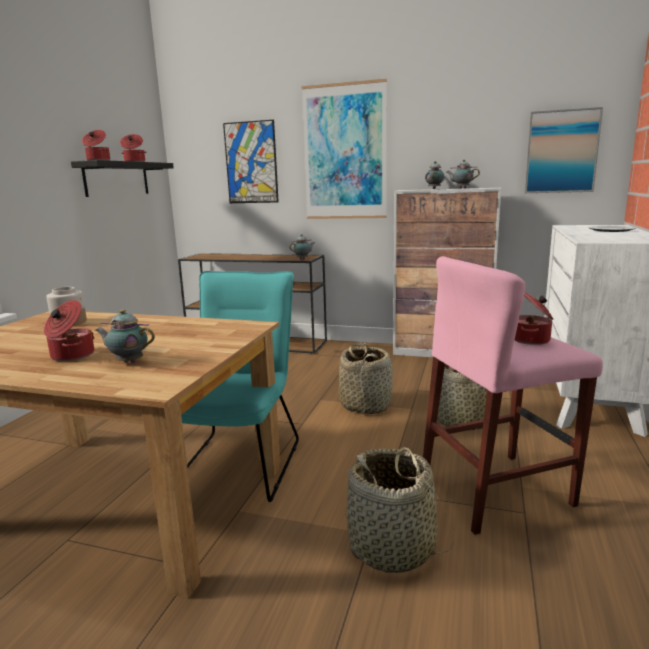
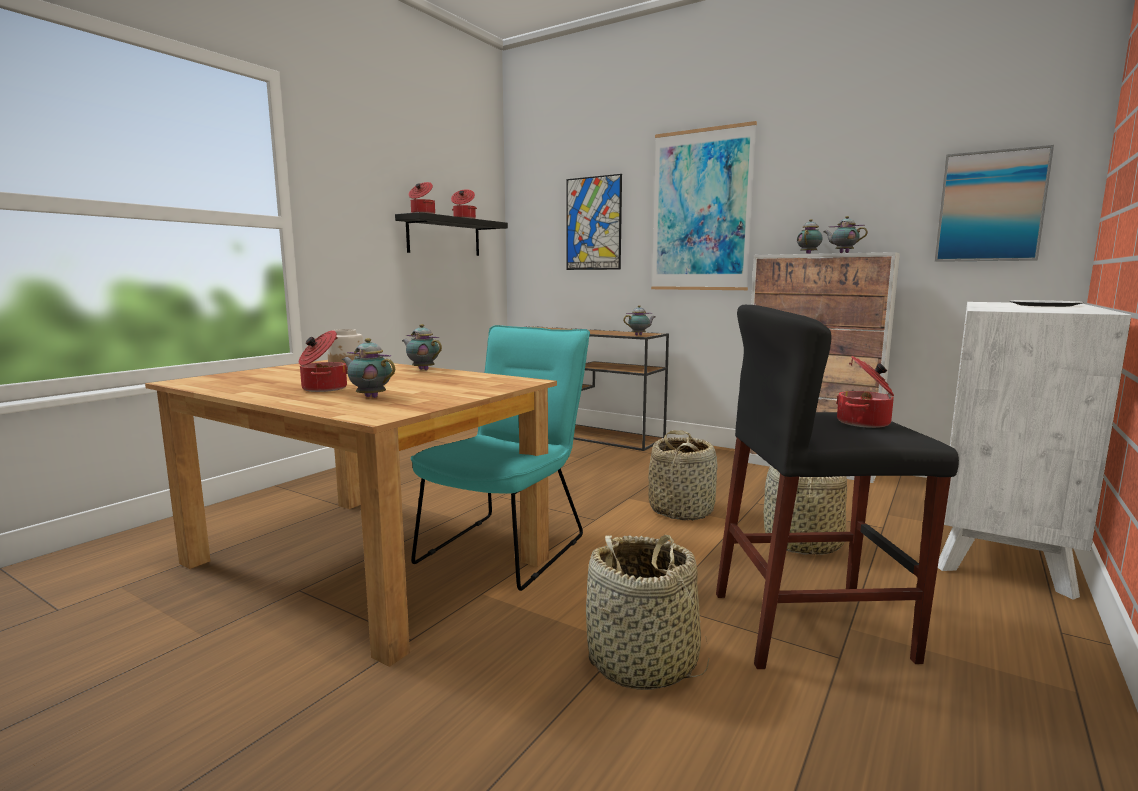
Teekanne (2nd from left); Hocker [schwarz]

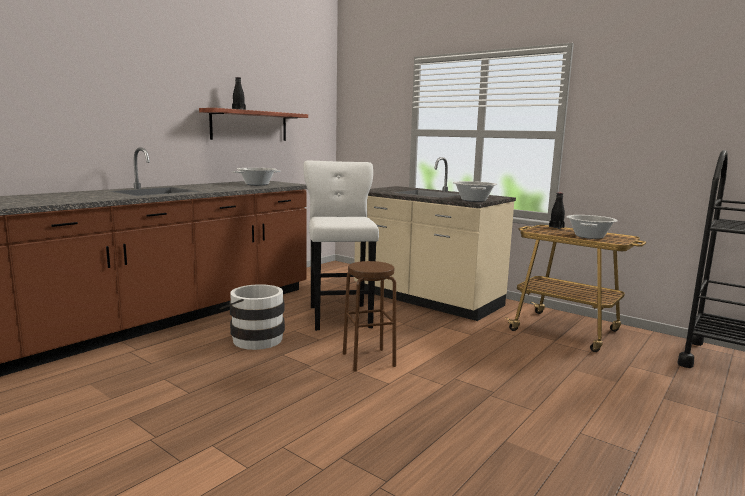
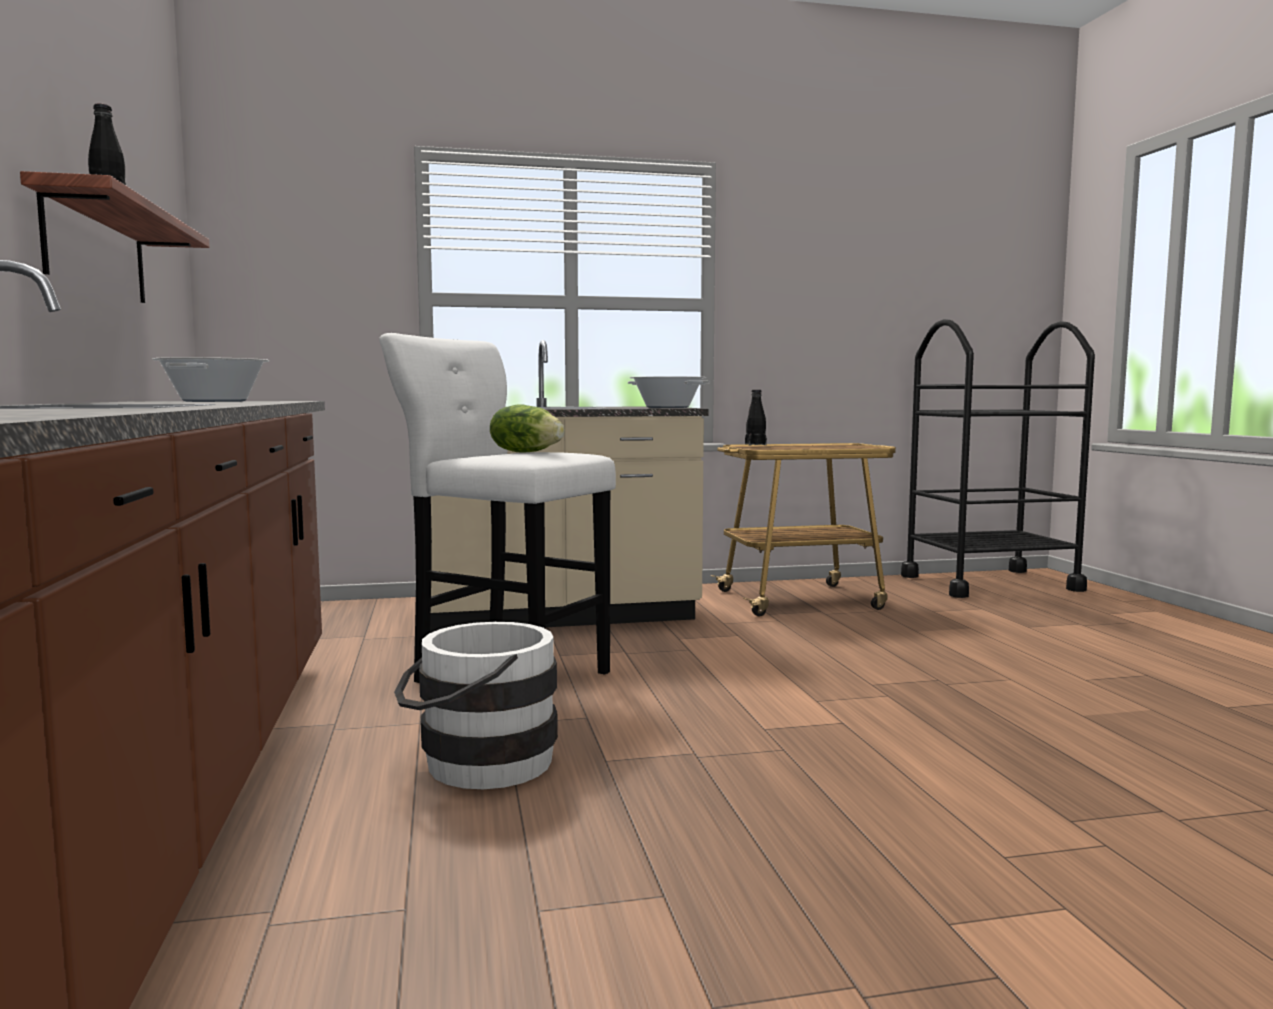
Salatkopf; Hocker [braun]; Kochtopf (3rd from left in the first image)

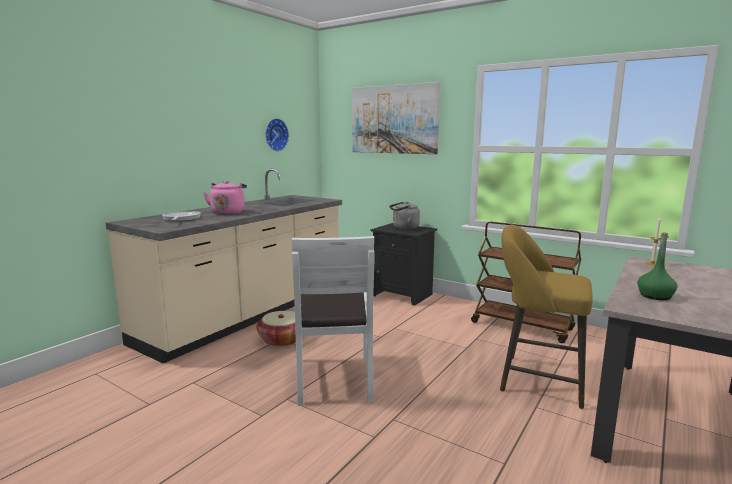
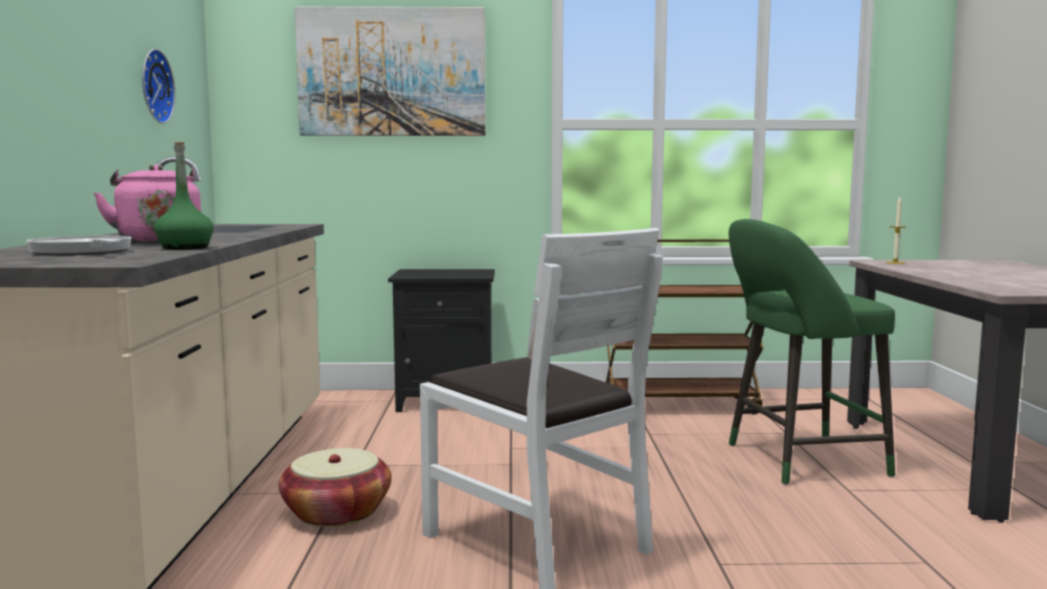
Flasche [grün]; Hocker [grün]; Wasserkessel [grau]

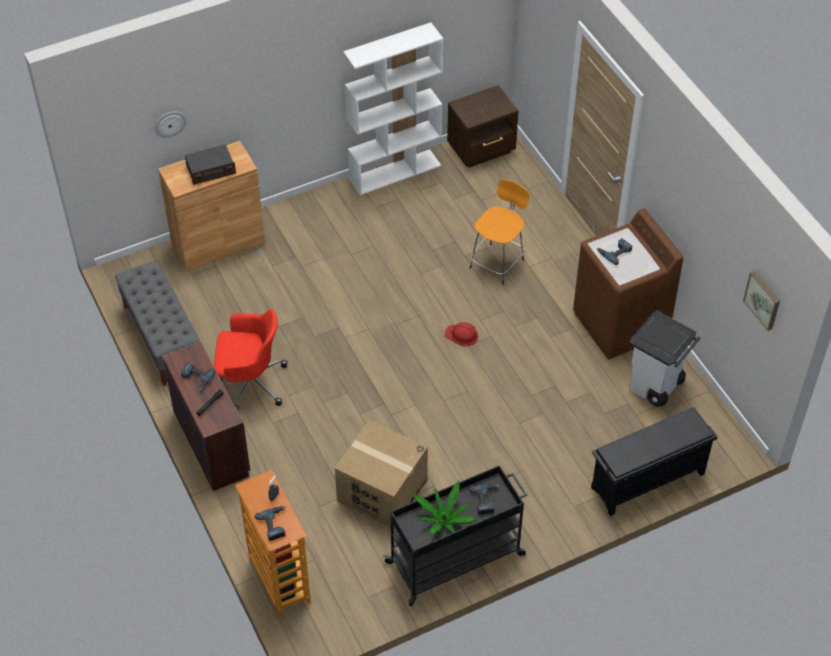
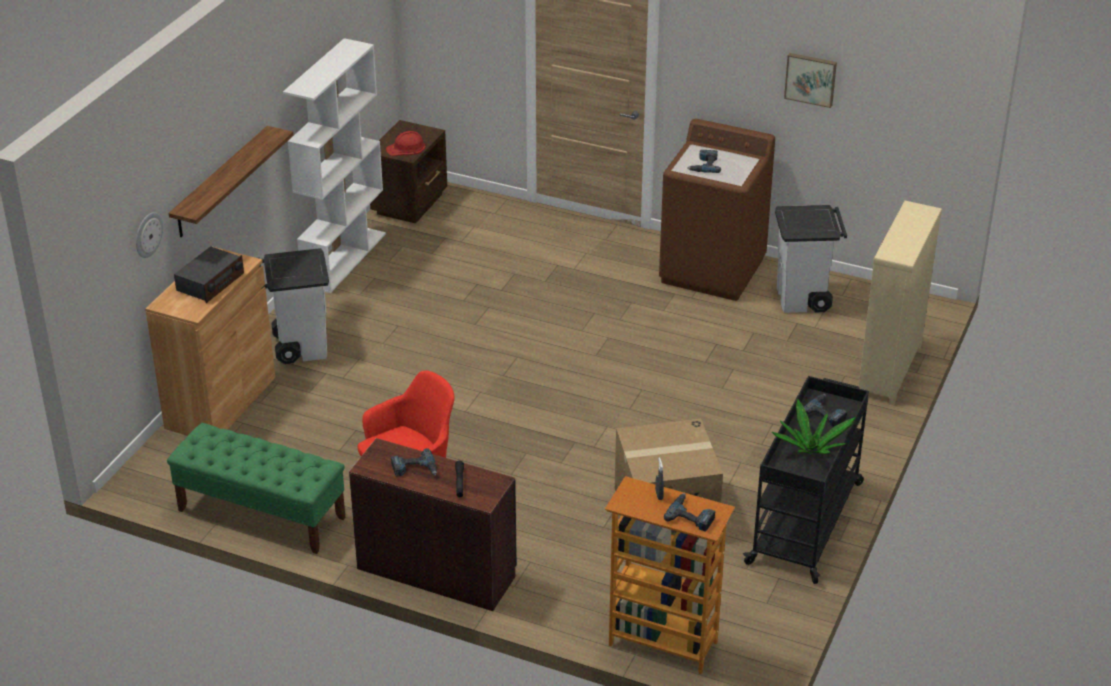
Bank [grün]; Wandregal; Mülleimer [weiß] (1st from left); Schutzhelm [rot]; Bild; Kommode [beige]; Hocker [orange]

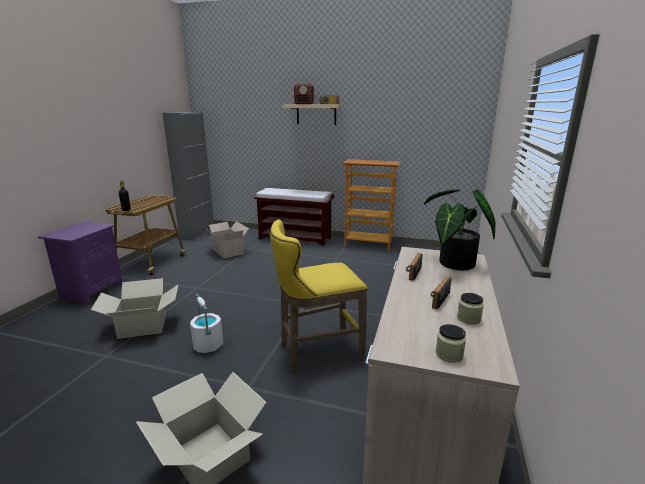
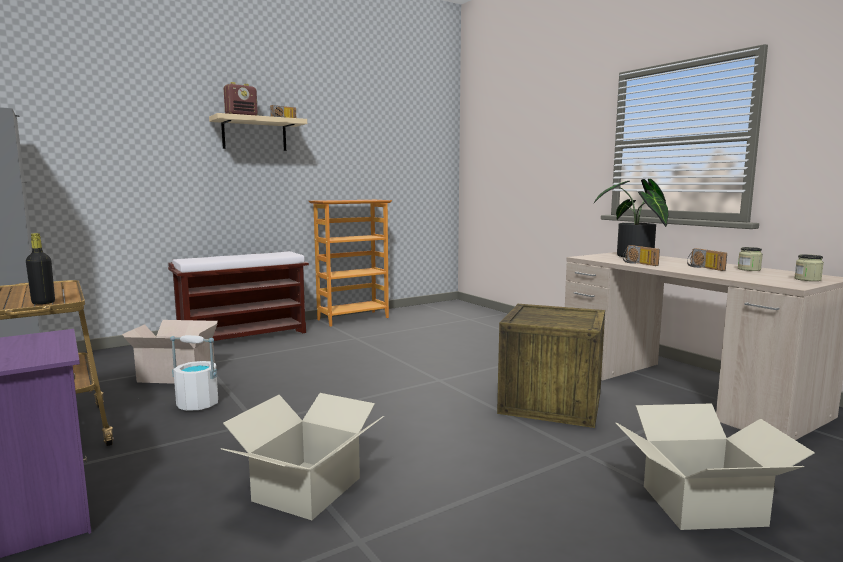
Eimer [weiß]; Kiste

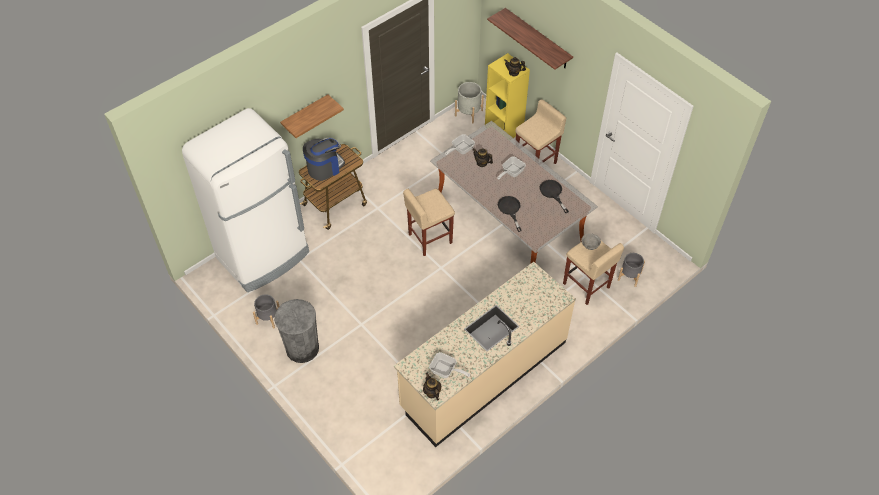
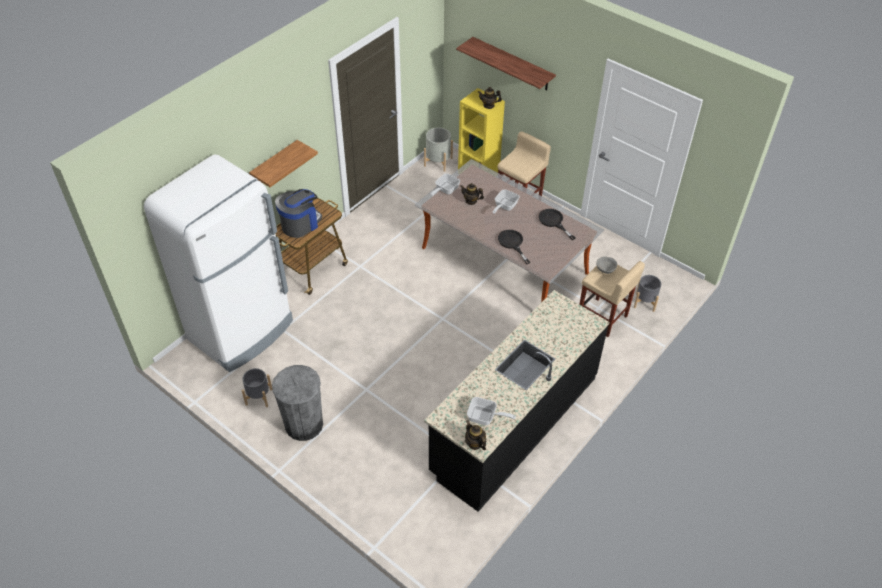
Küchenzeile [schwarz]; Hocker [beige] (1st from left in the first image)

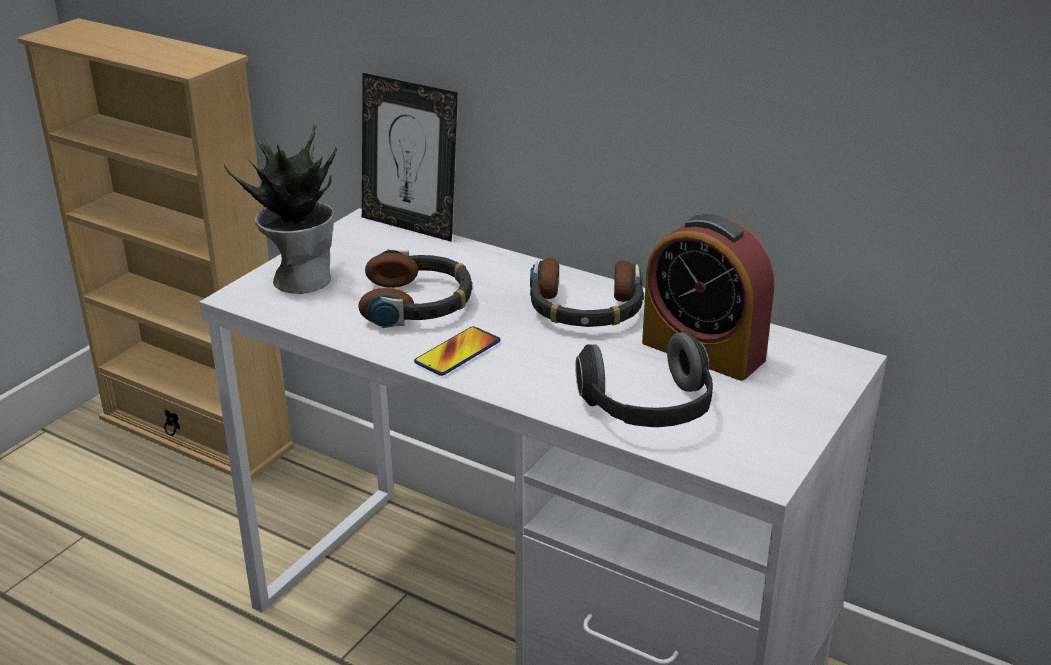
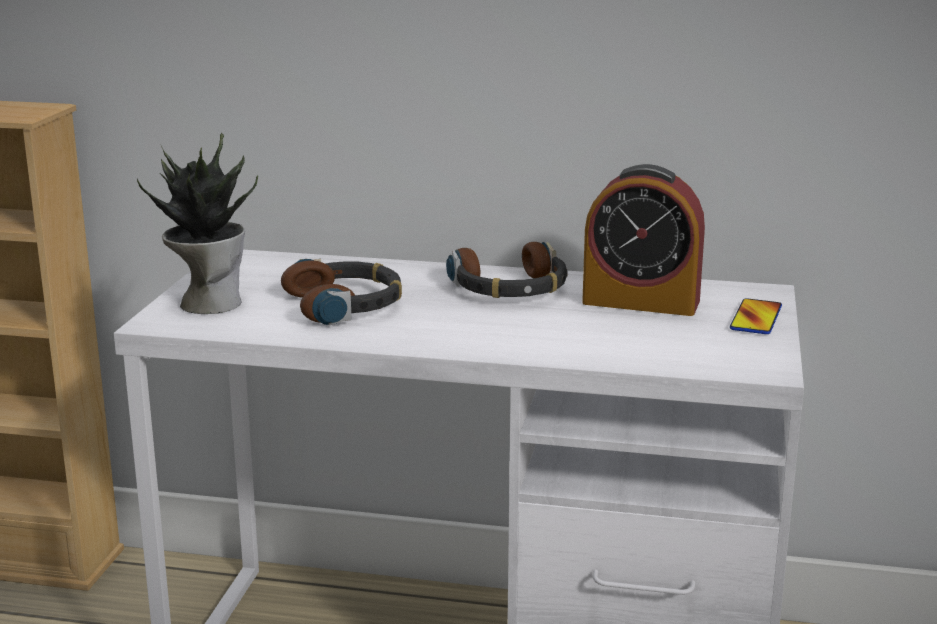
Handy; Bilderrahmen; Kopfhörer (3rd from left in the first image)

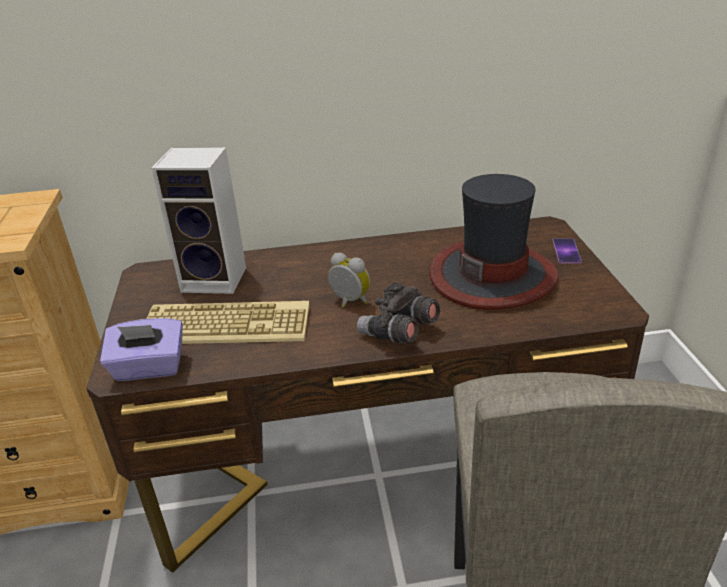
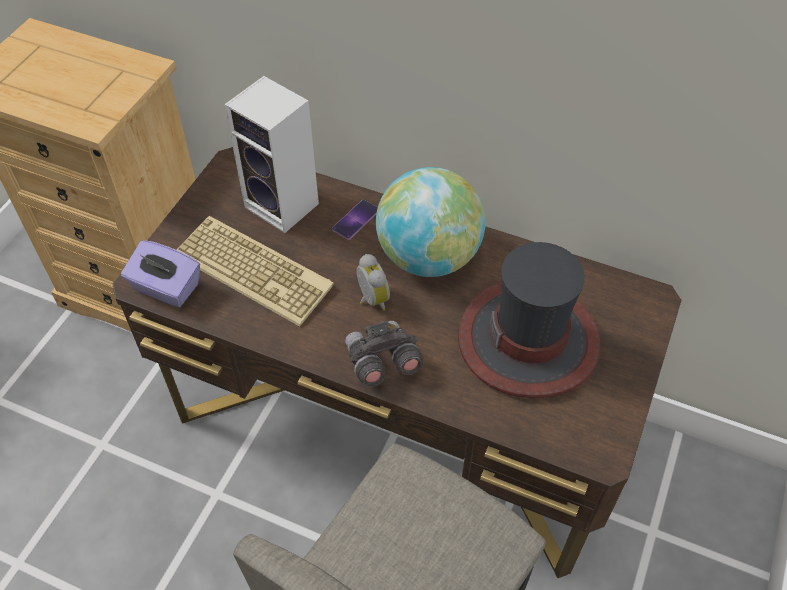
Handy; Globus

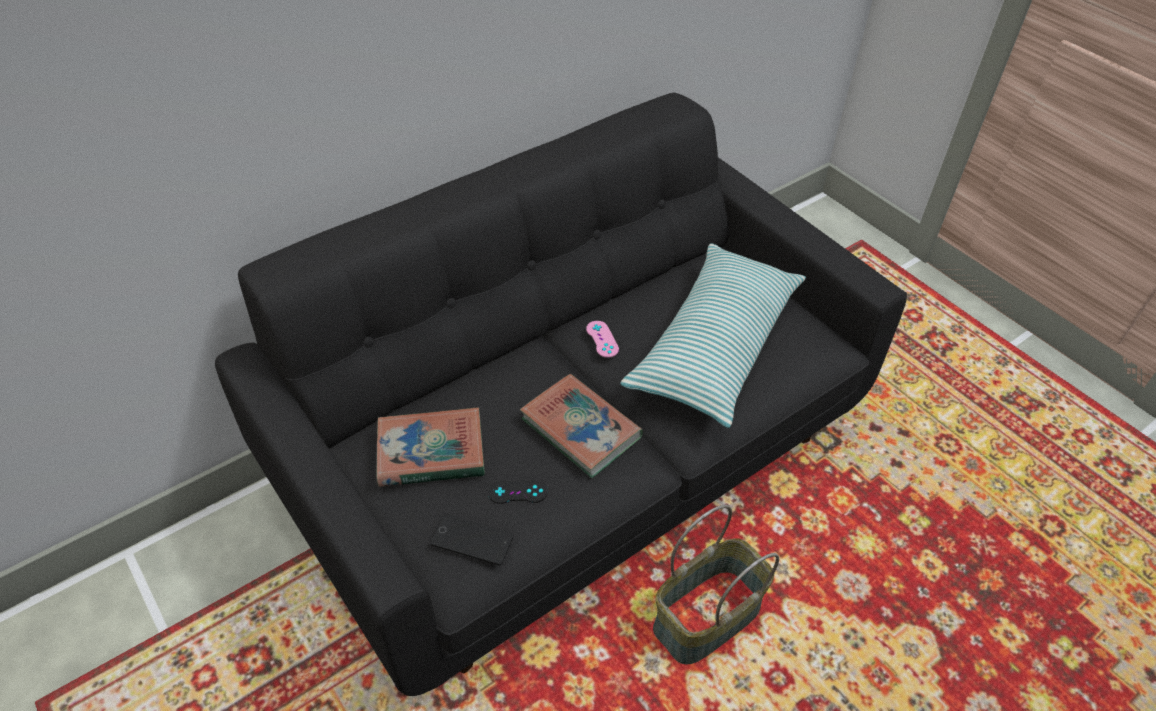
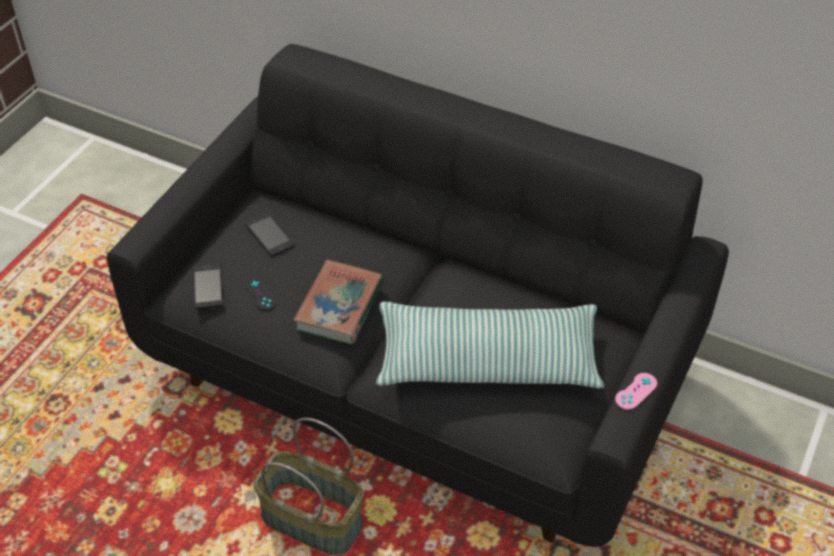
Handy (2nd from left); Gamepad [rosa]

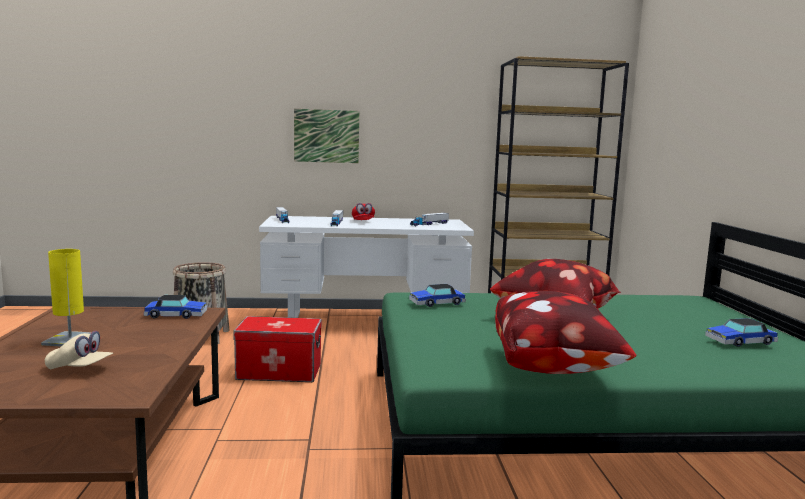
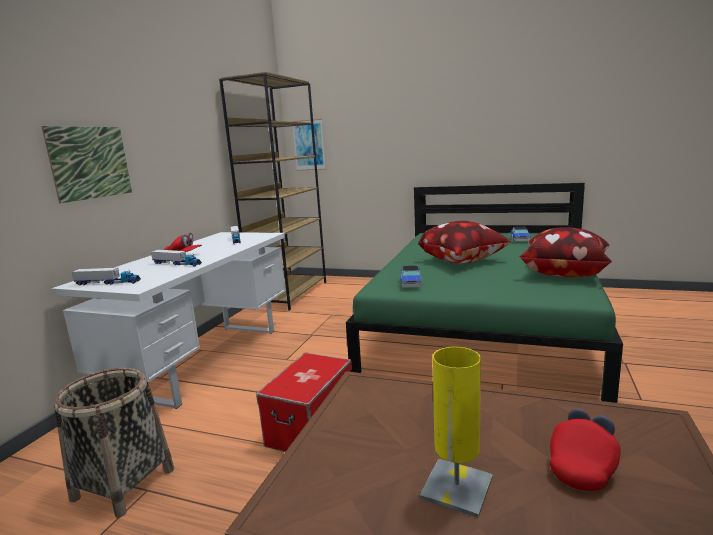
Bild (2nd from left); Kappe [rot] (2nd from left); Spielzeugauto (1st from left in the first image)

